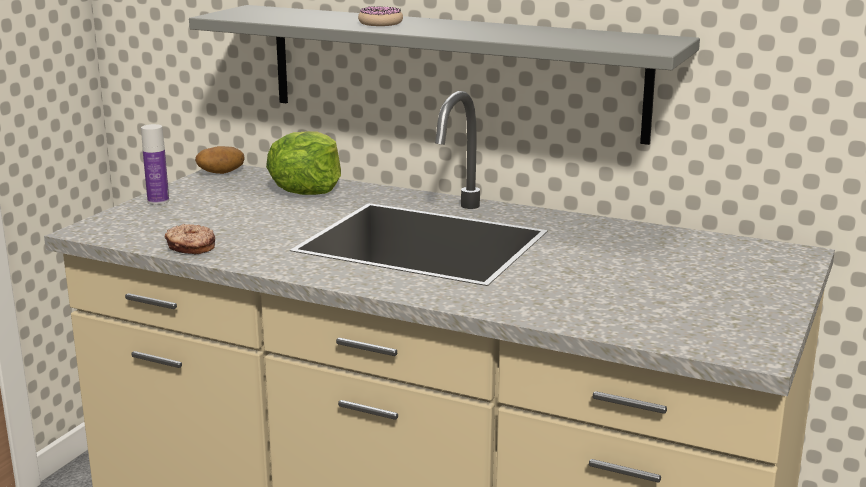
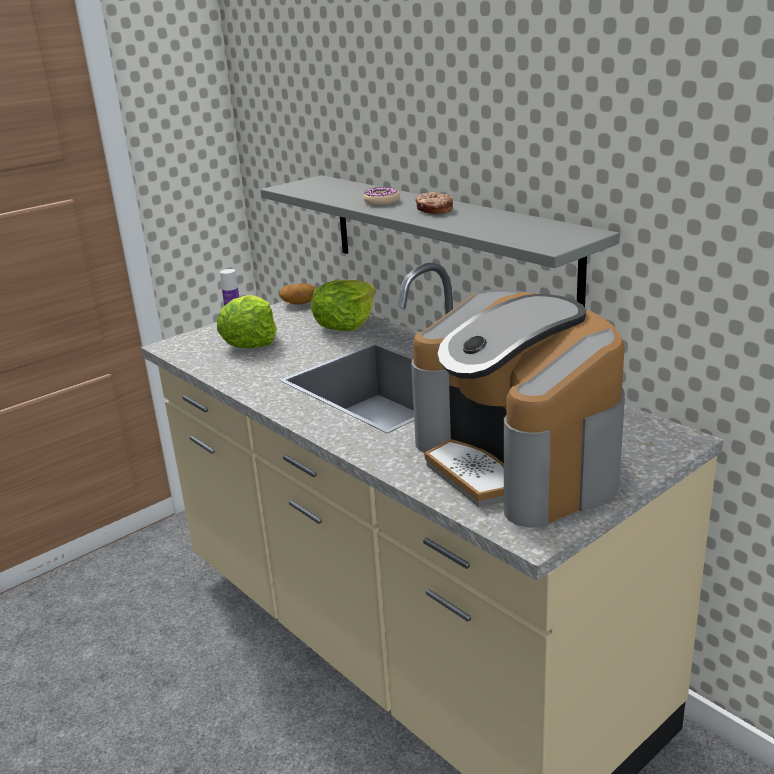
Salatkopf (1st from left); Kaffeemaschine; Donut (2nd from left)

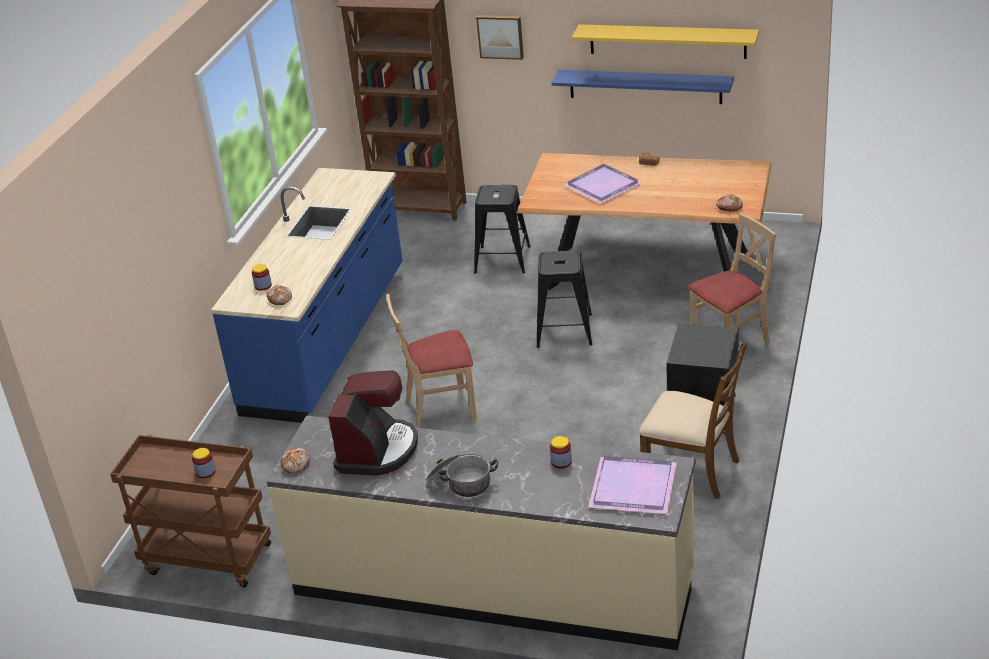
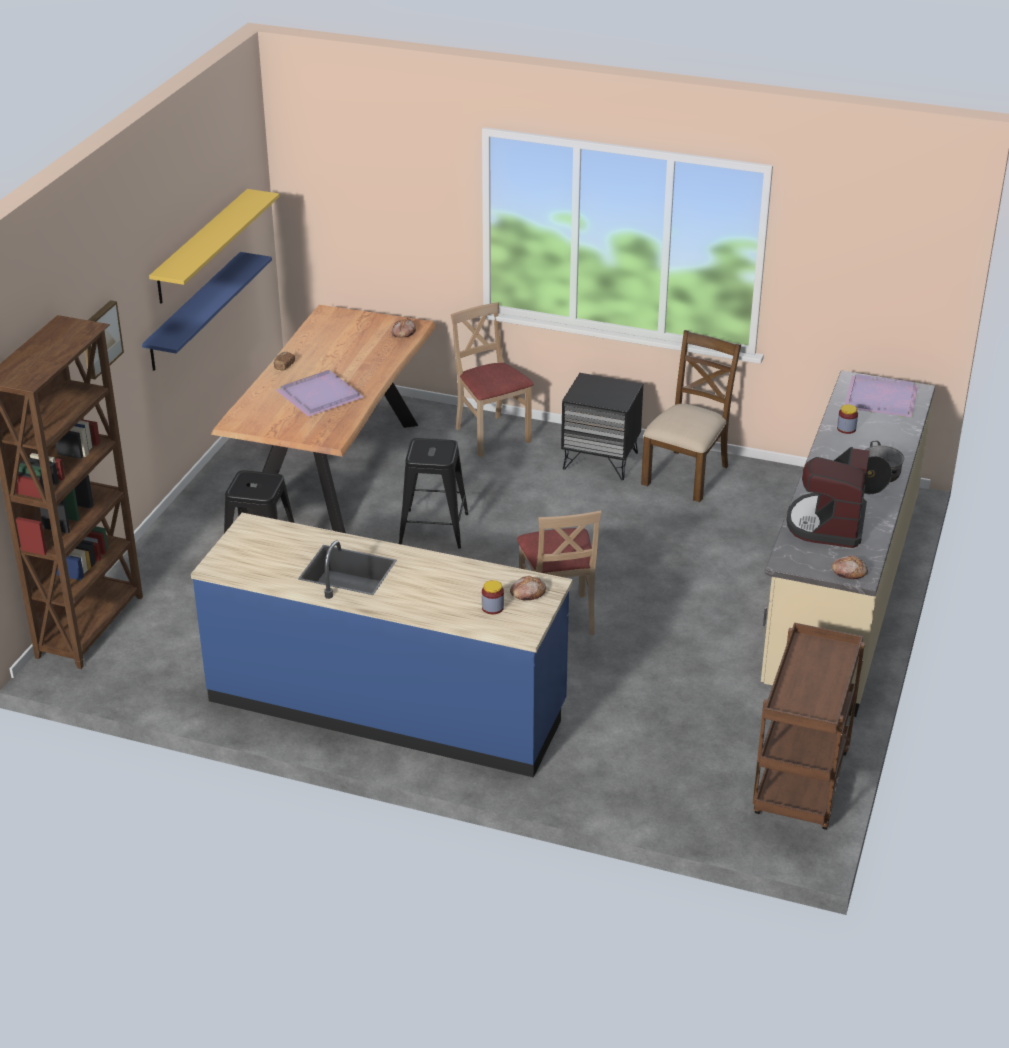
Kaffeemaschine; Vorratsglas (1st from left in the first image)

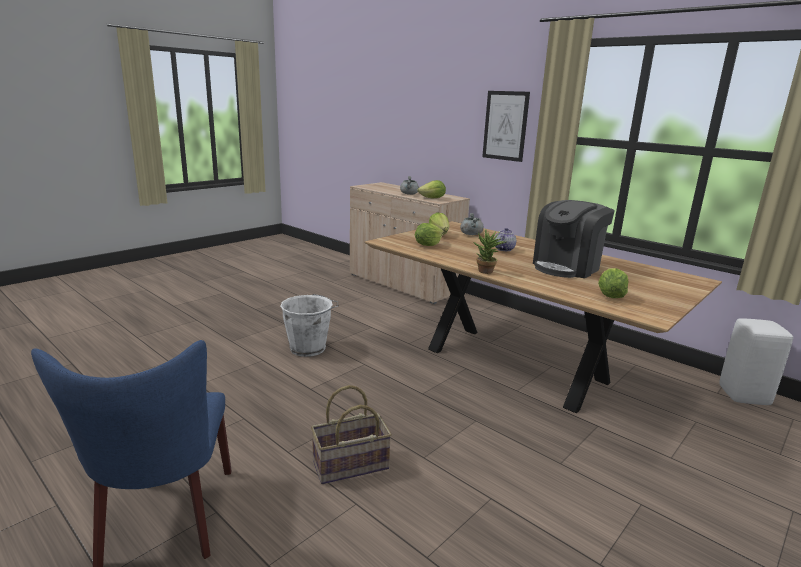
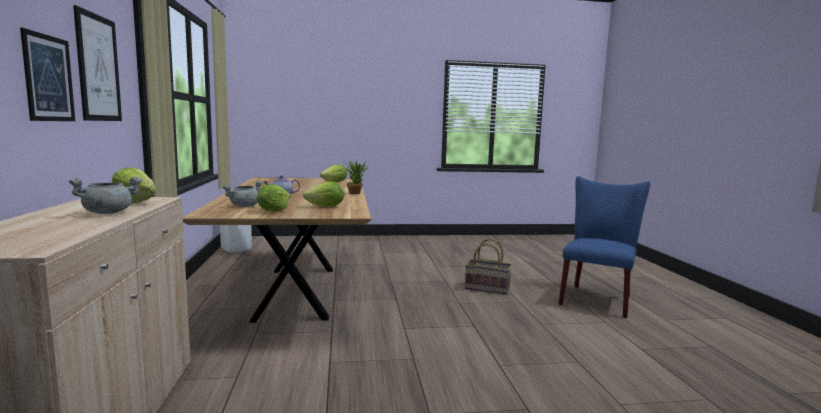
Bild (1st from left); Eimer [weiß]; Kaffeemaschine

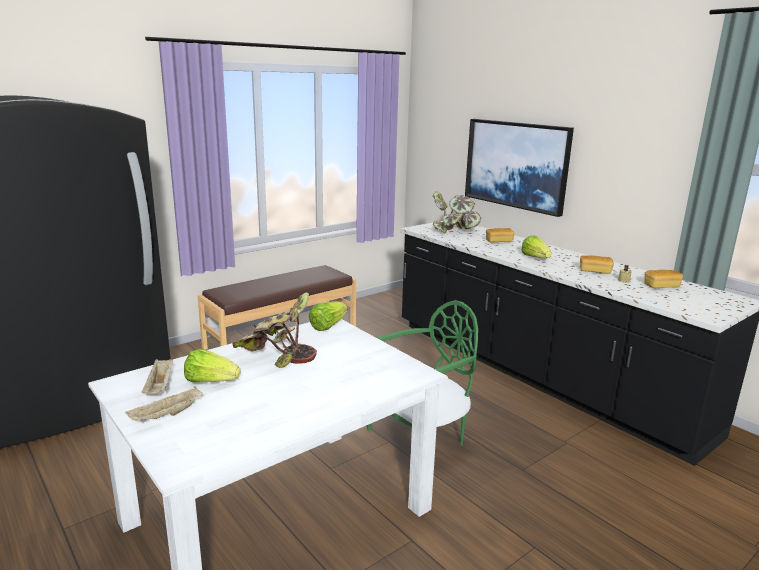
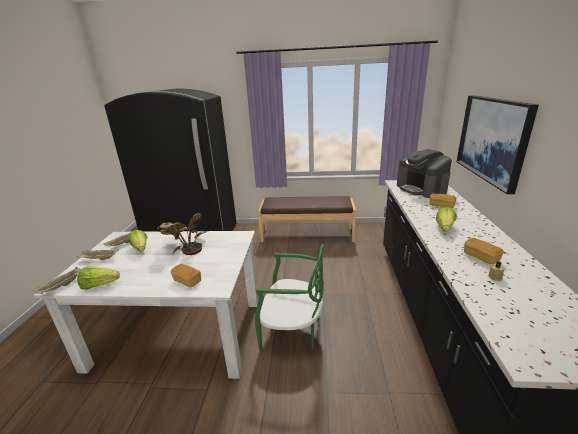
Tablett [beige] (1st from left); Salatkopf (1st from left); Brot (1st from left); Kaffeemaschine

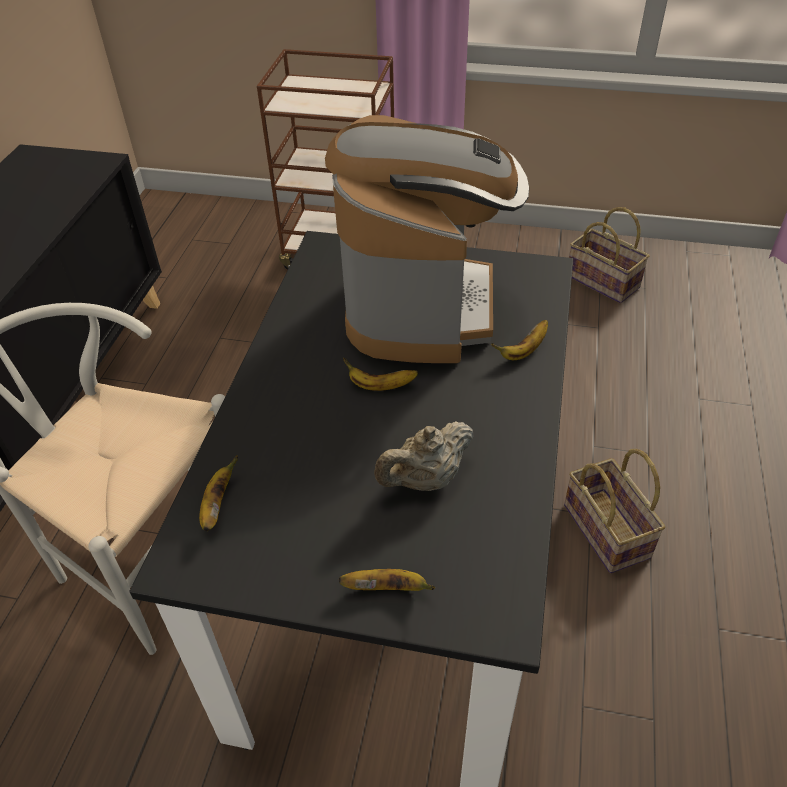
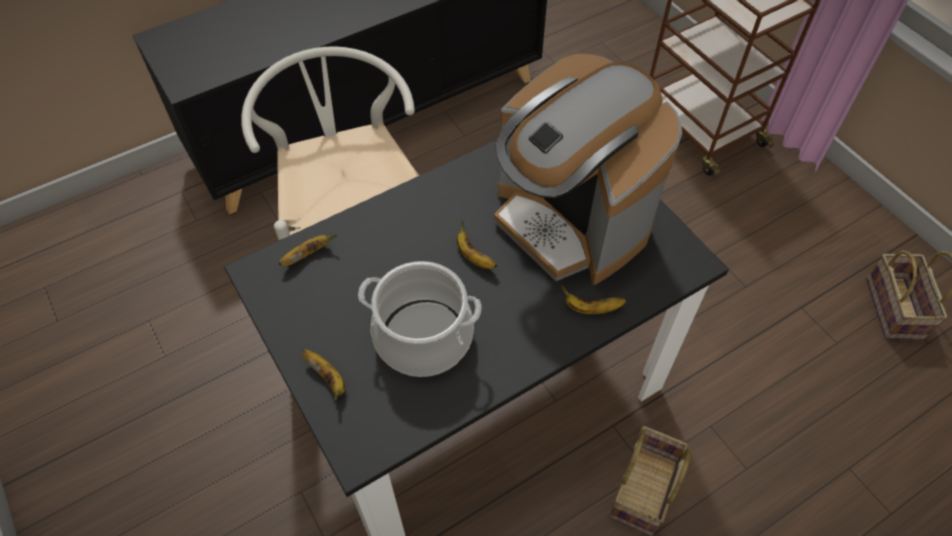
Kochtopf; Kaffeemaschine

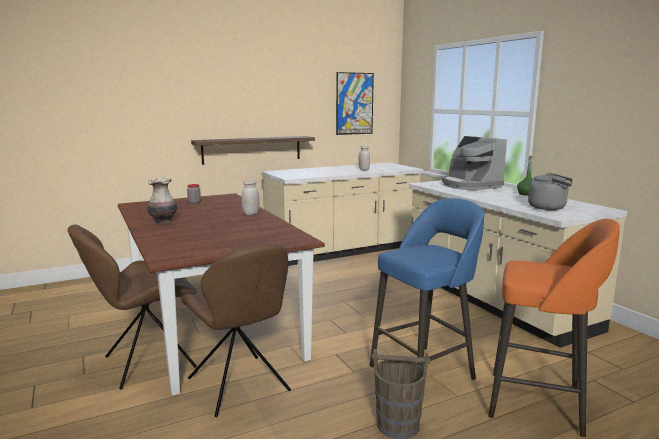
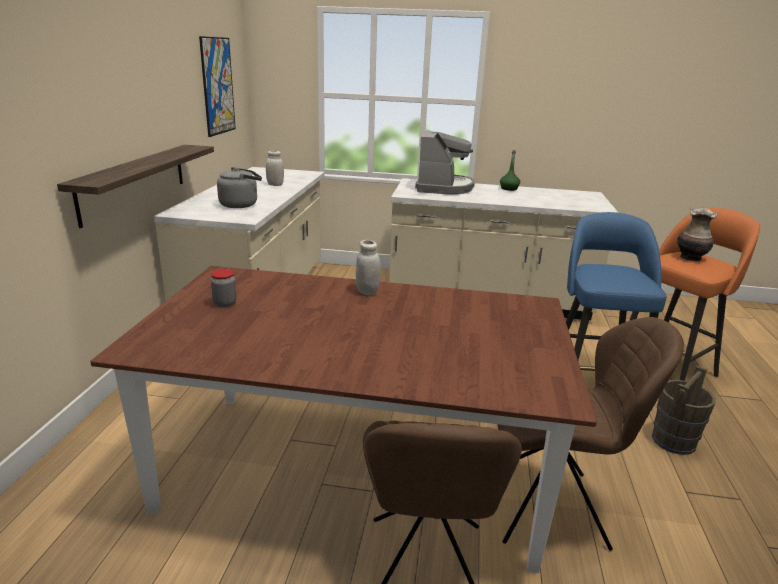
Wasserkessel [grau]; Kaffeemaschine; Vase

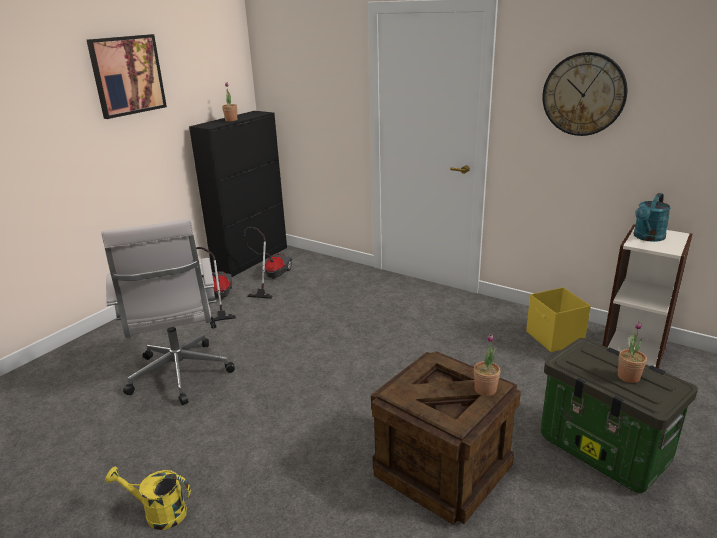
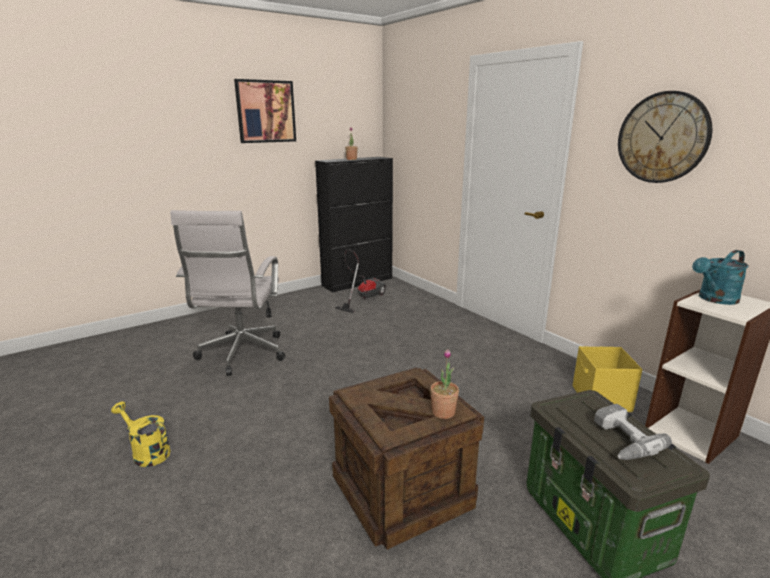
Bohrmaschine; Staubsauger (1st from left in the first image)

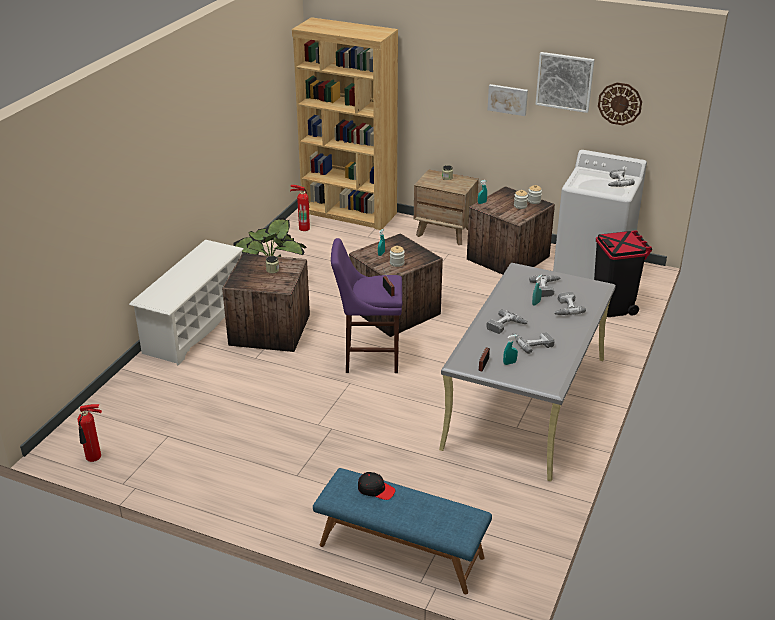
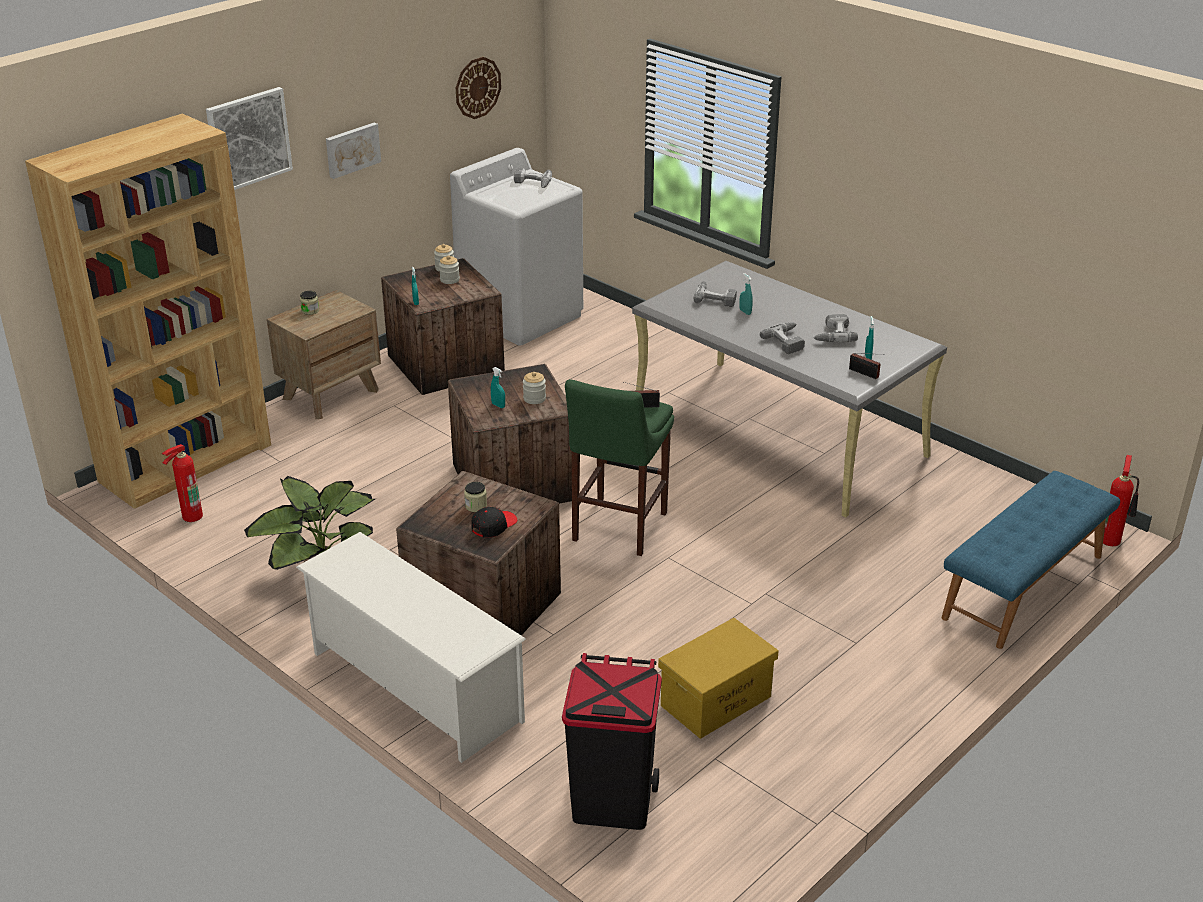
Bild (1st from left); Kappe [schwarz]; Mülleimer [schwarz]; Hocker [grün]; Aufbewahrungsbox [gelb]; Feuerlöscher (2nd from left); Bohrmaschine (4th from left in the first image)

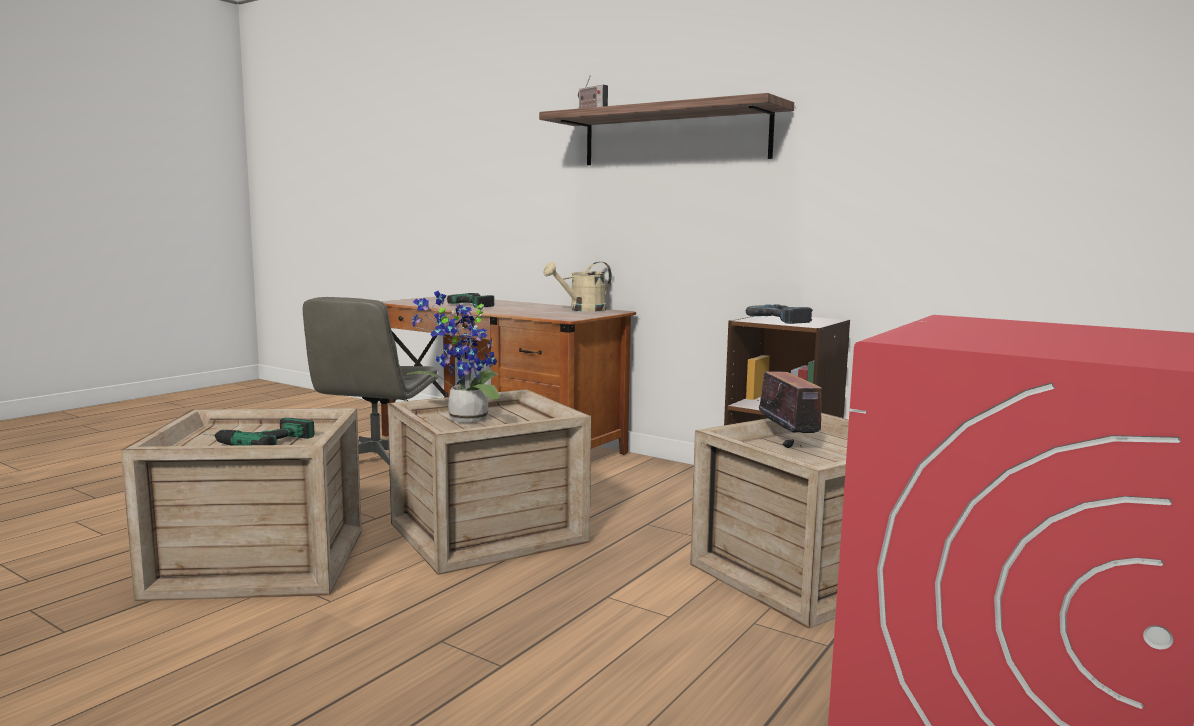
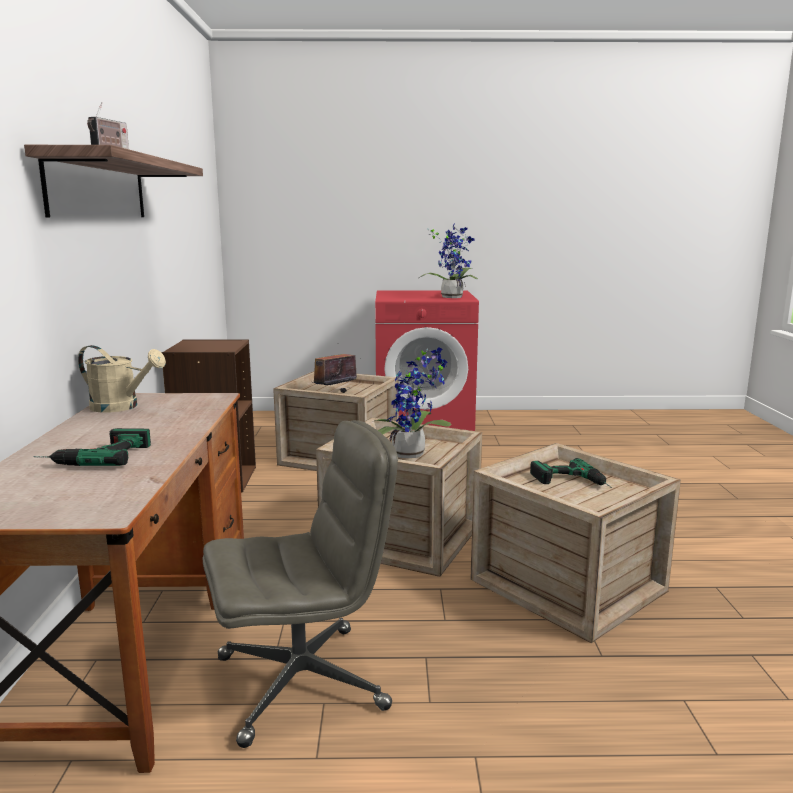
Topfpflanze (2nd from left); Bohrmaschine (3rd from left in the first image)

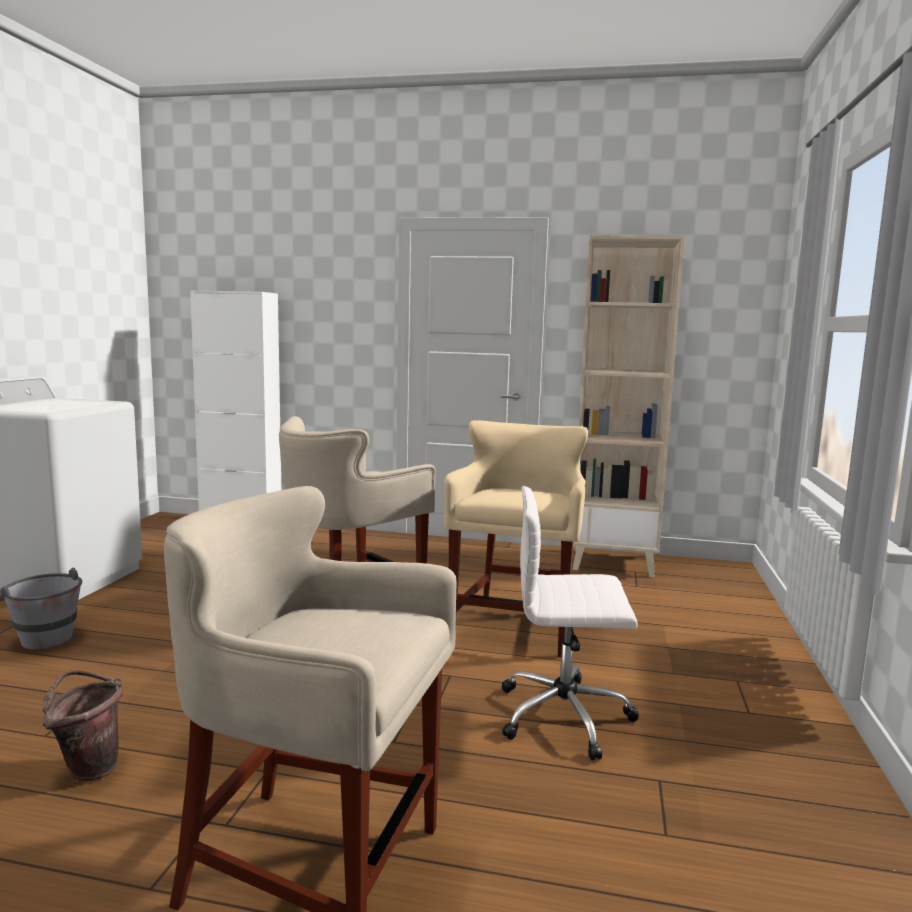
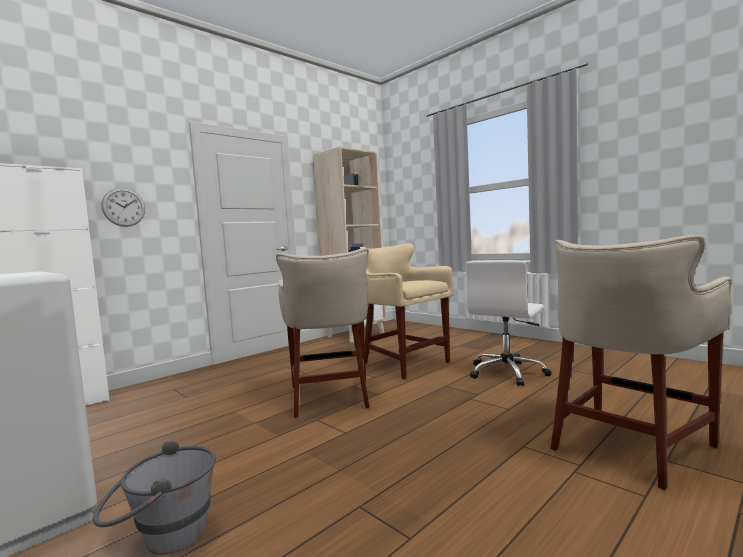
Wanduhr; Eimer [braun]

